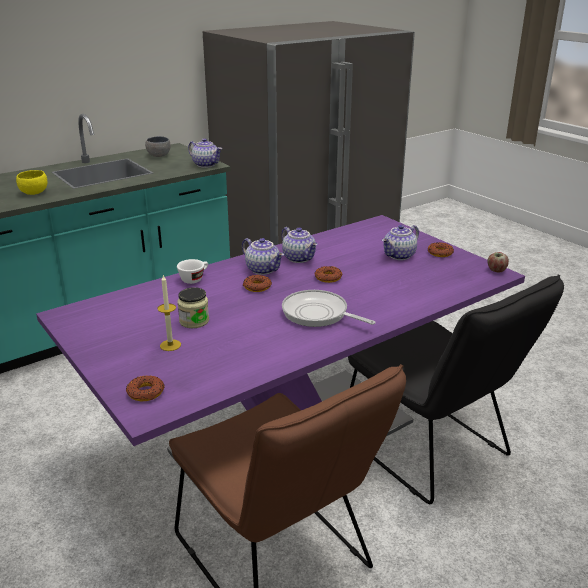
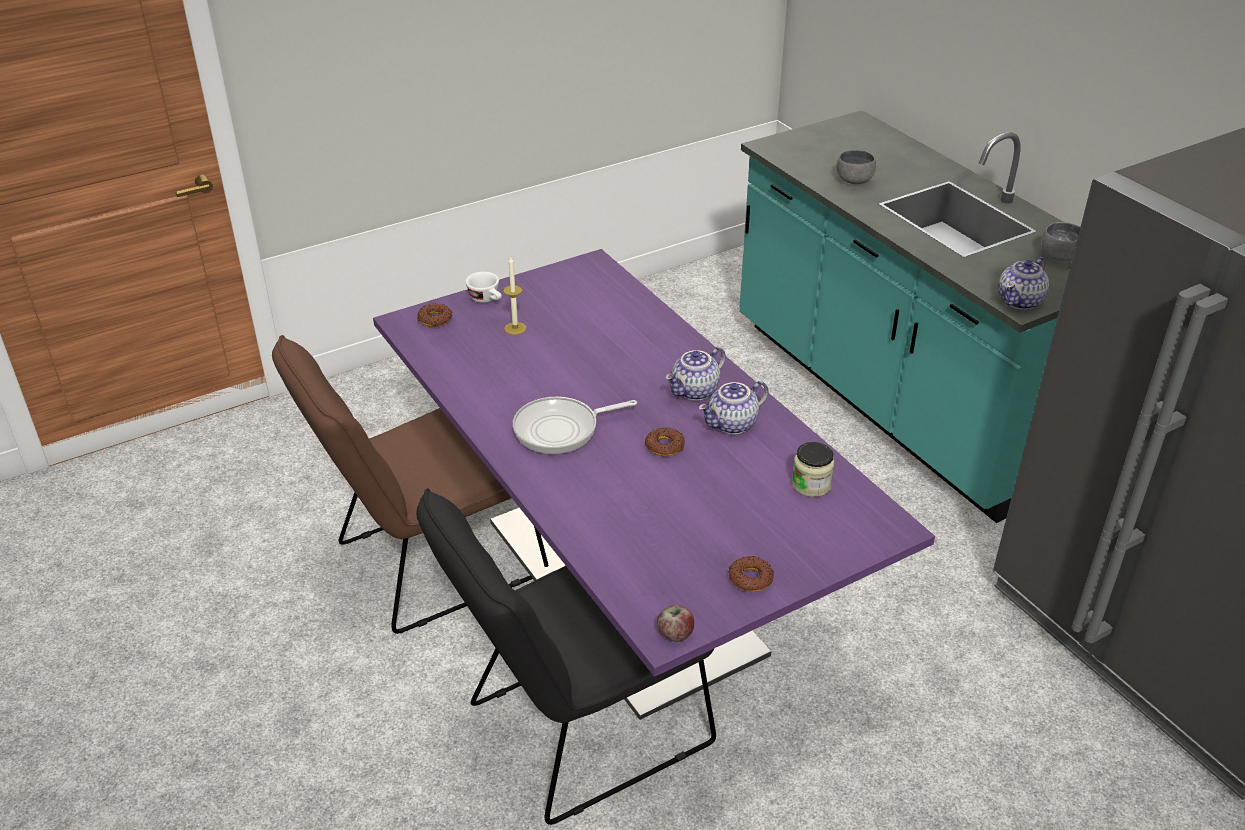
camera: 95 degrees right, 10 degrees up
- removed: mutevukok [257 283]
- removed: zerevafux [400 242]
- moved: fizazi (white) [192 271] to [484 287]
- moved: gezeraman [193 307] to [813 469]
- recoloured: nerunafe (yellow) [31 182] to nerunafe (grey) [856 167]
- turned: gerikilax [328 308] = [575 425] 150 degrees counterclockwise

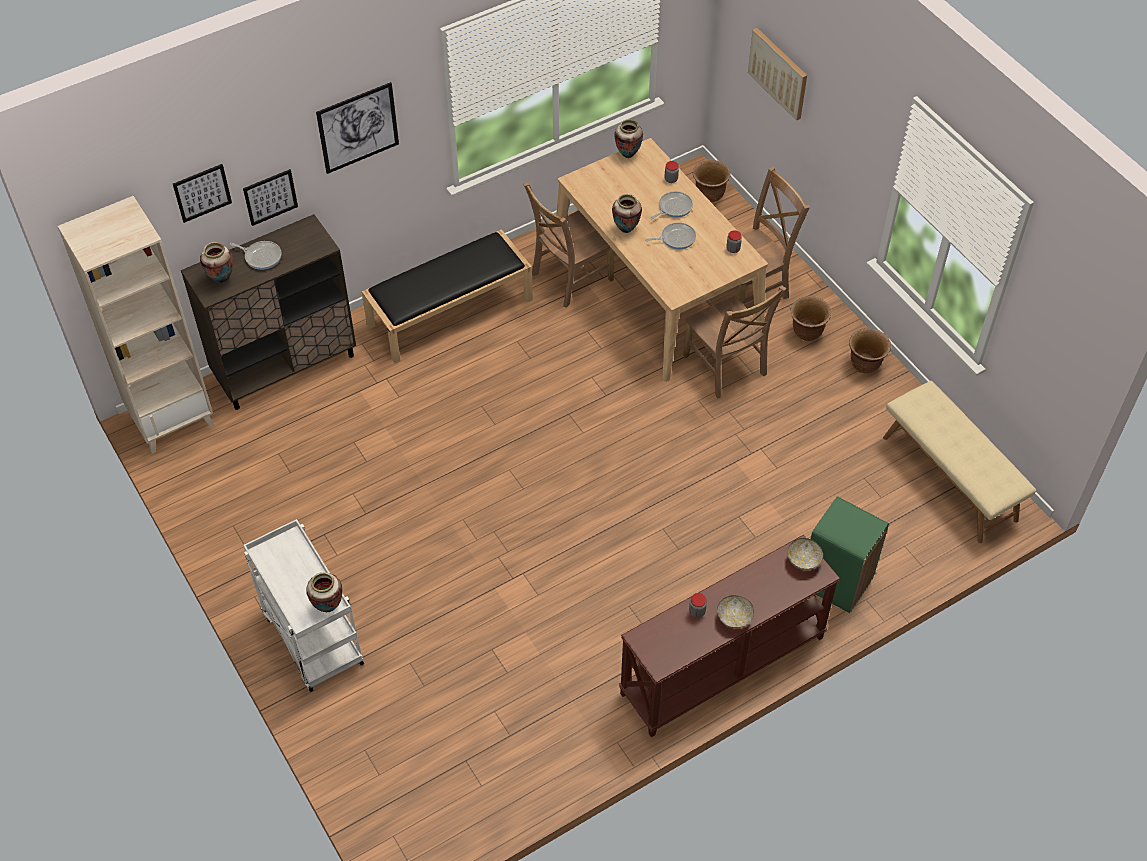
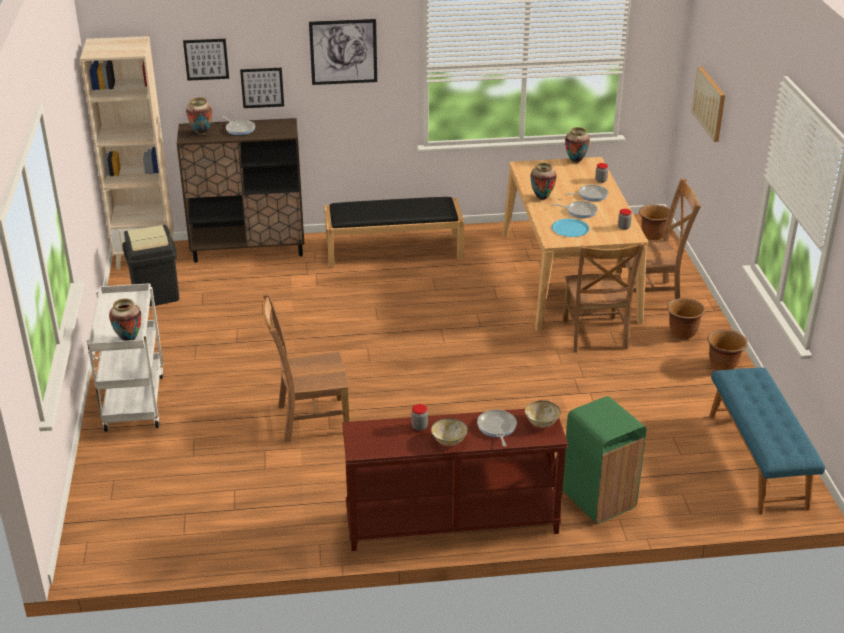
camera: 25 degrees right, 20 degrees down
- added: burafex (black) [150 266]
- added: gerikilax [497 428]
- added: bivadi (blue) [570 227]
- moved: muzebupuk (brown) [568 245] to [306 367]
- recoloured: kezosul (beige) [959 462] to kezosul (blue) [767 441]

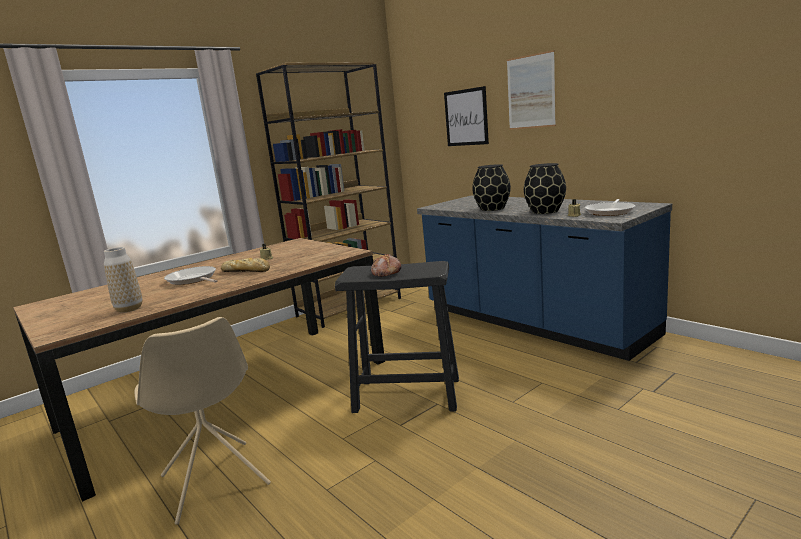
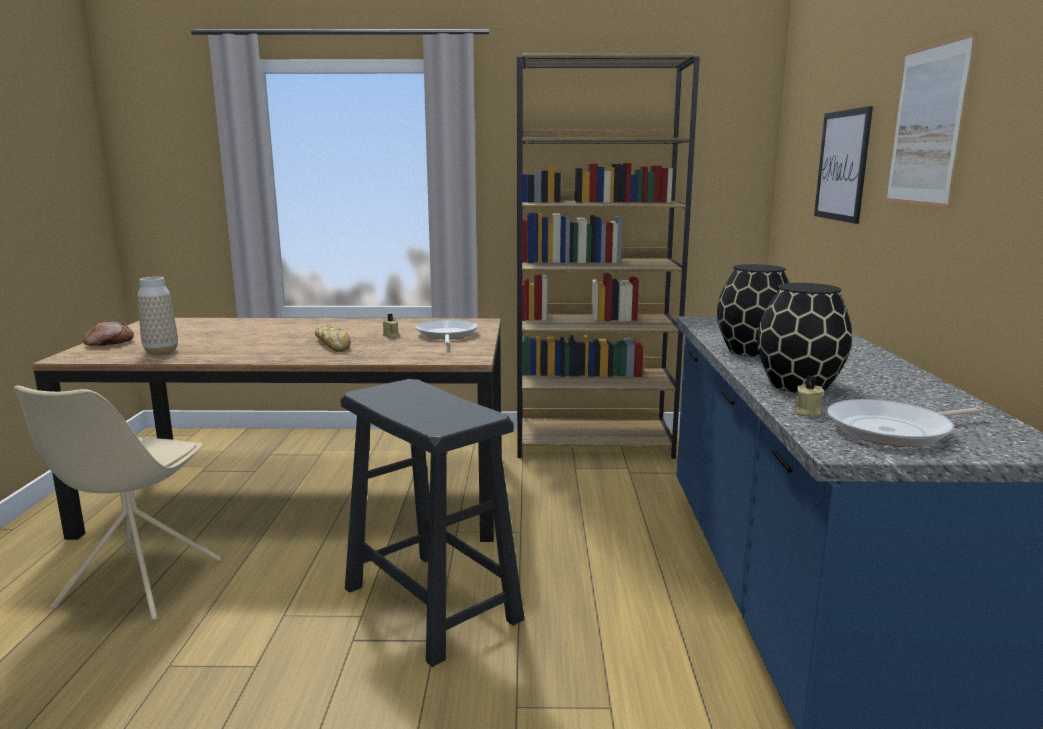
camera: 40 degrees right, 0 degrees up
- moved: gerikilax [190 275] to [447 332]
- moved: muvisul [386 265] to [108 333]

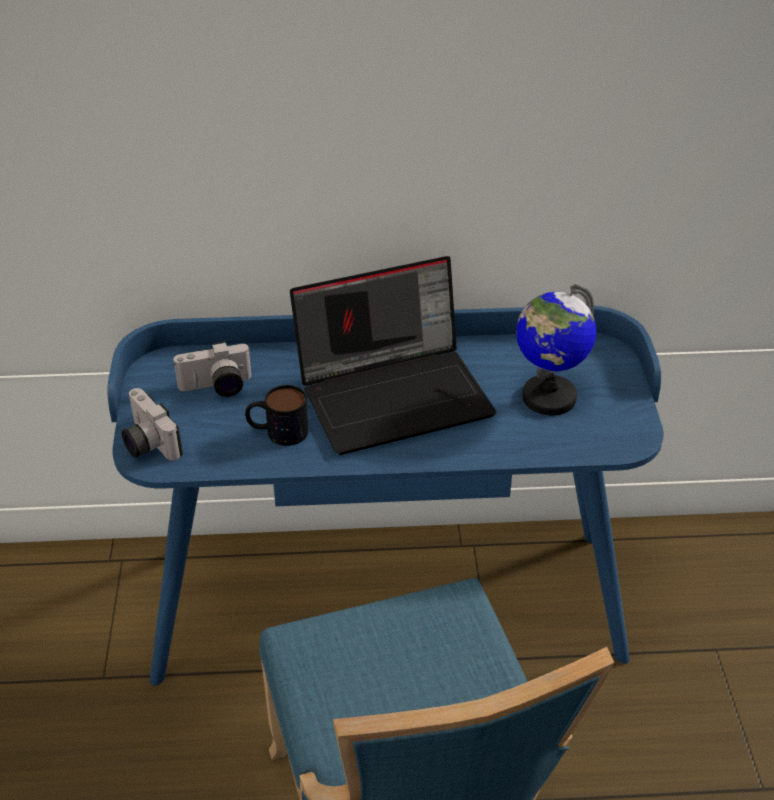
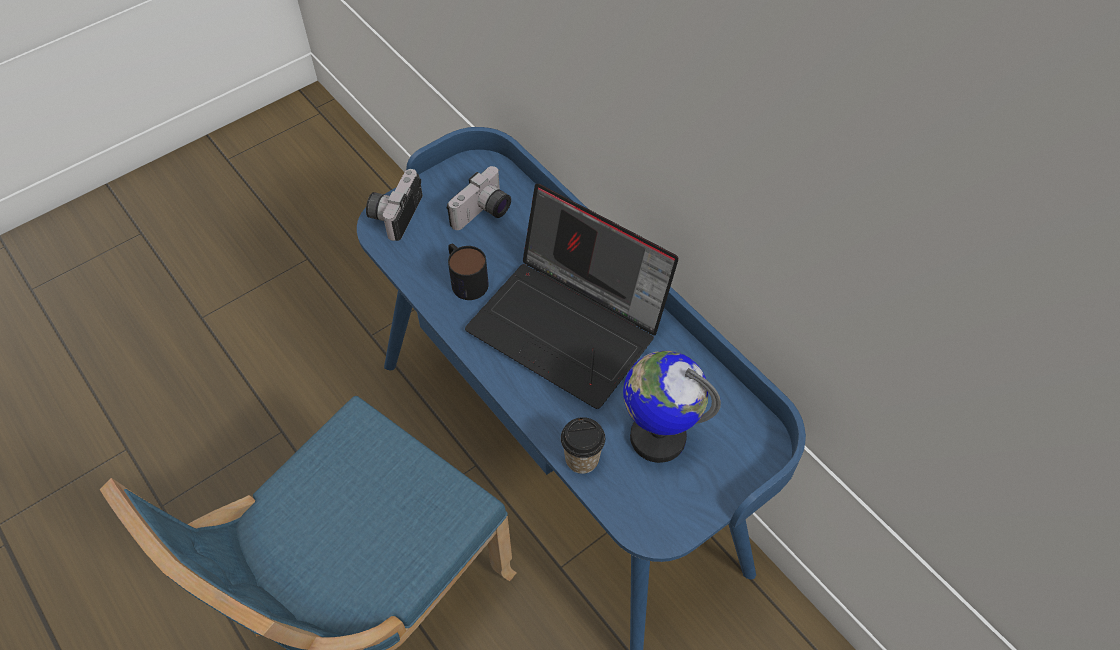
camera: 55 degrees right, 15 degrees up
- added: fizazi [583 445]
- turned: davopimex [212 369] = [479 198] 90 degrees counterclockwise

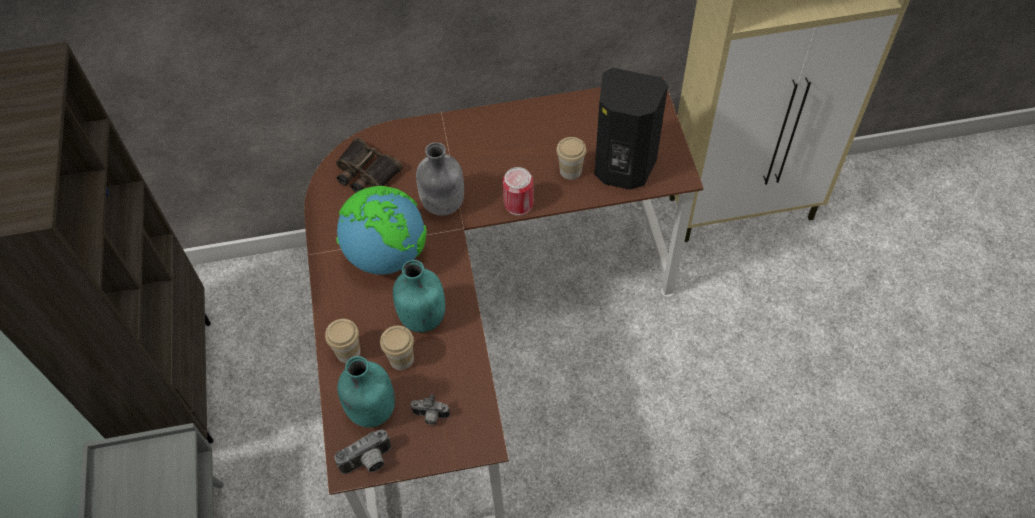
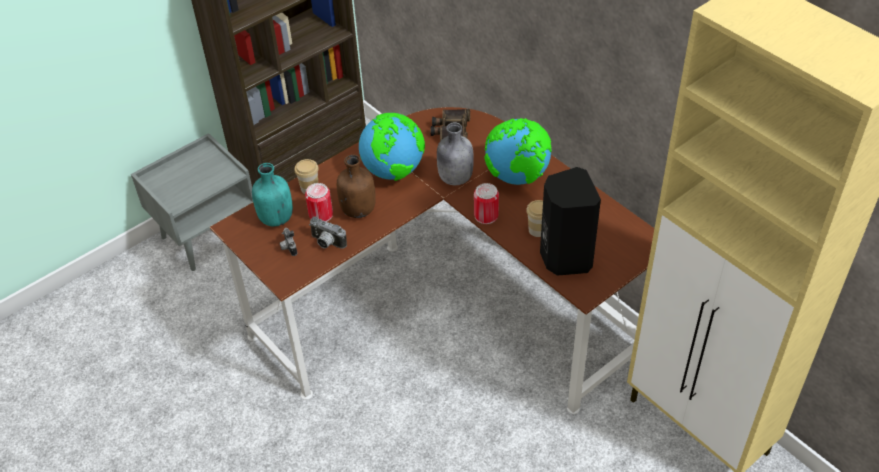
camera: 60 degrees right, 10 degrees down
- added: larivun [518 151]
- moved: davopimex [362 452] to [328 232]
- replaced: fizazi [397 348] to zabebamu [319 202]
- recoloured: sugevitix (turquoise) [419 296] to sugevitix (brown) [356 186]

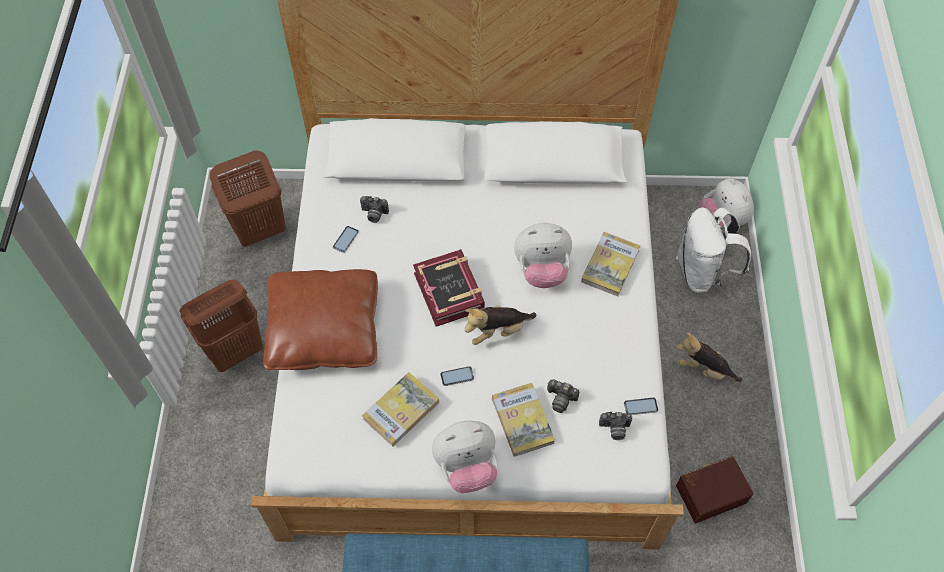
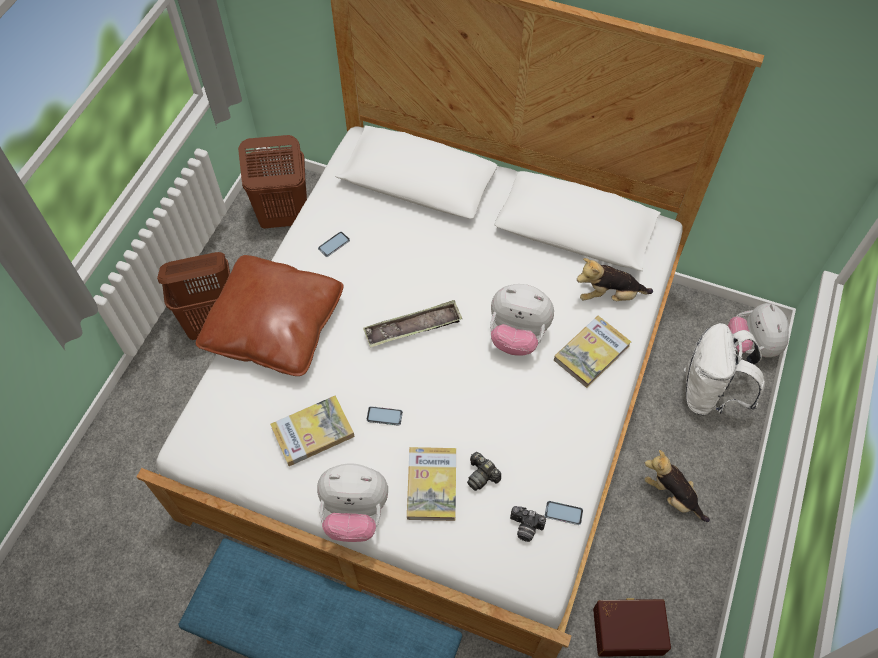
camera: 20 degrees right, 0 degrees up
- removed: davopimex [374 209]
- moved: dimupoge [500 325] to [615 279]
- replaced: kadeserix [449 288] to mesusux [412 324]

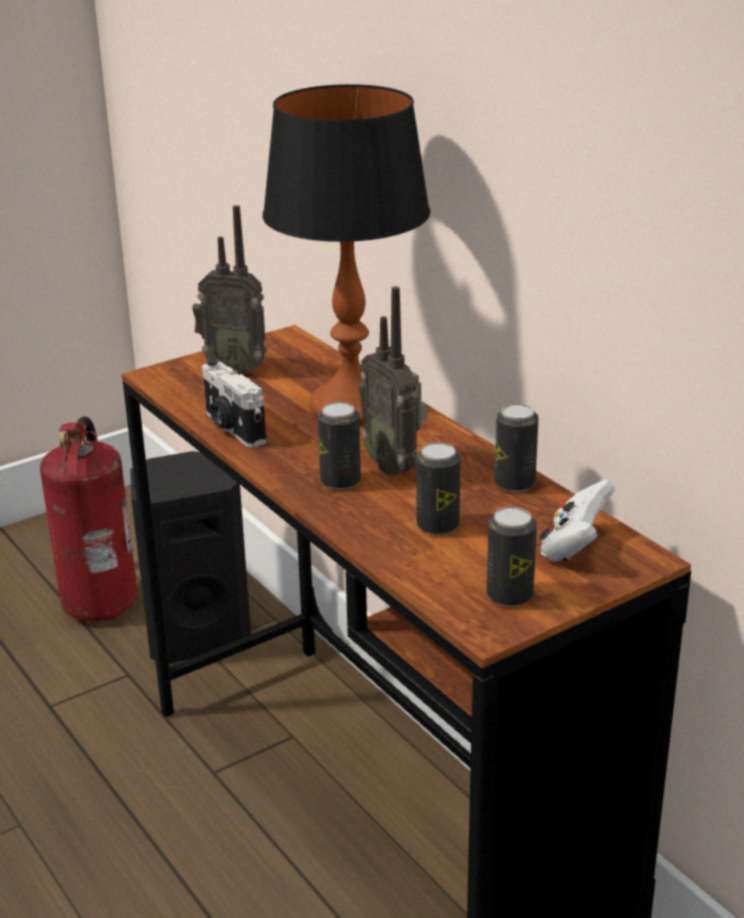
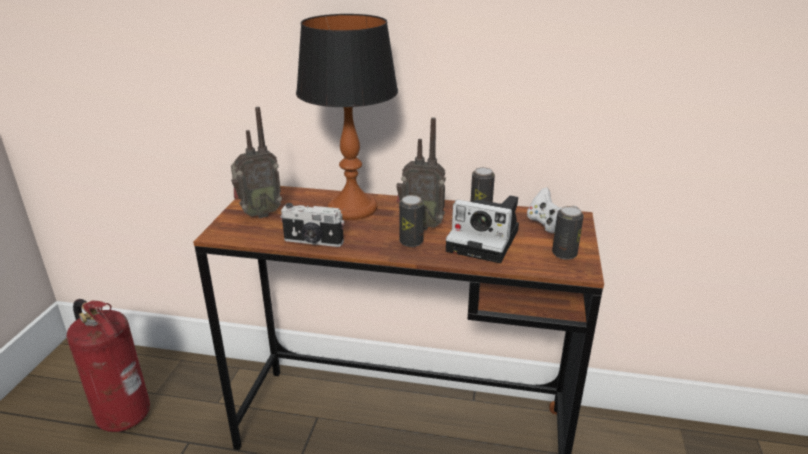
camera: 45 degrees left, 0 degrees up
- removed: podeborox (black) [190 557]
- replaced: zabebamu [438 489] to davopimex [482 229]

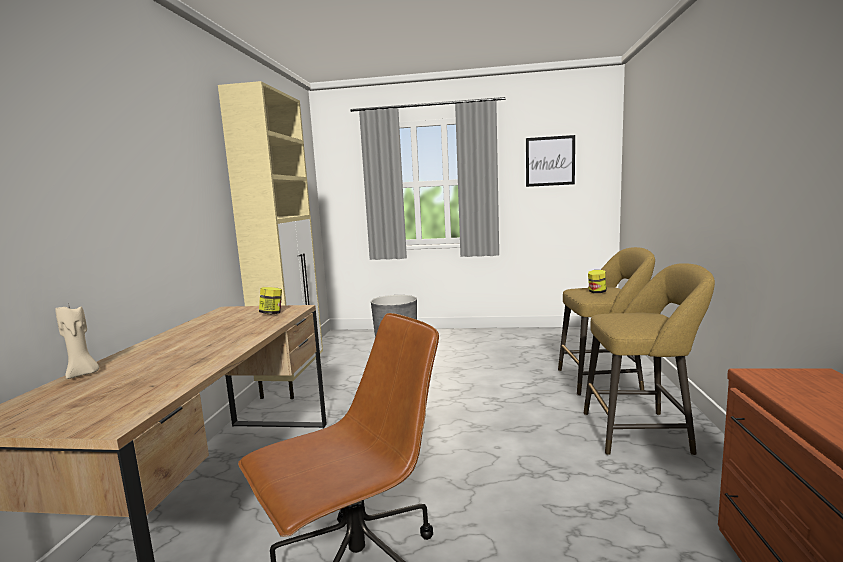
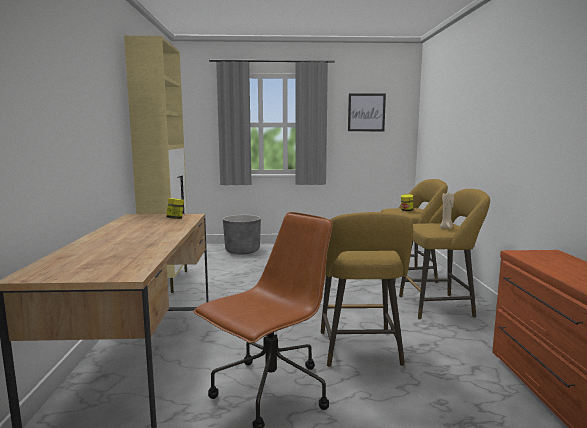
camera: 10 degrees left, 0 degrees up
- added: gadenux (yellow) [367 289]
- moved: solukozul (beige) [77 341] to [447 211]

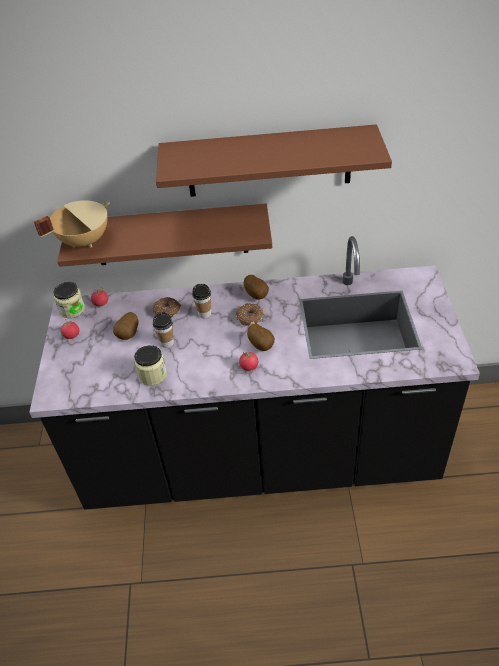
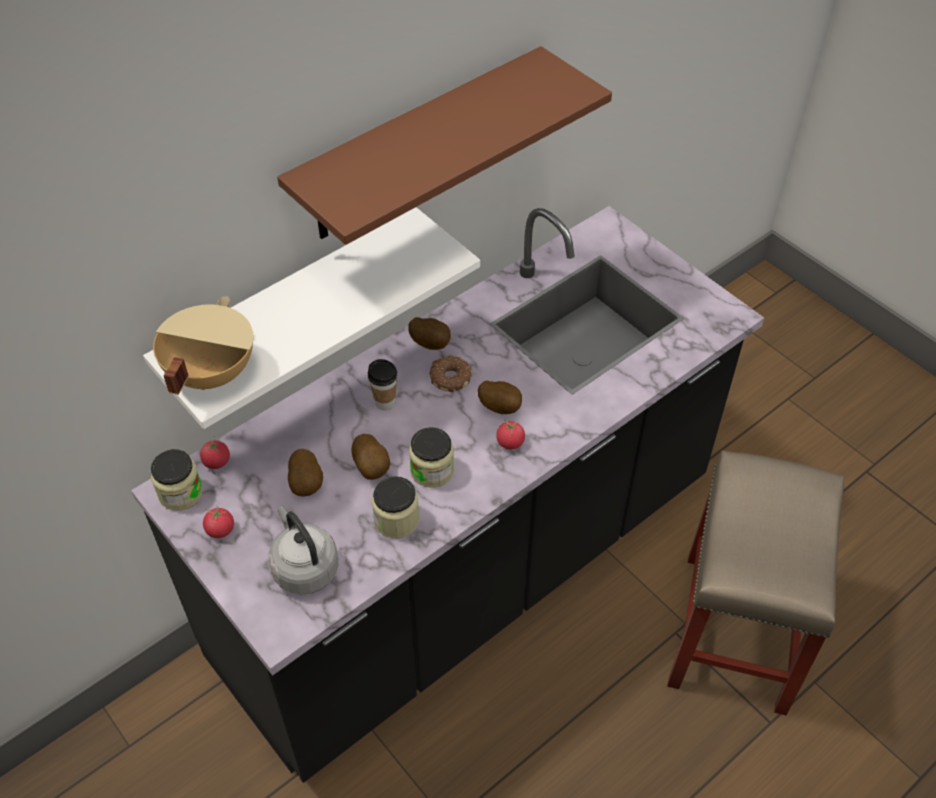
camera: 40 degrees left, 5 degrees up
- removed: mutevukok [167 307]
- added: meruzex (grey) [304 550]
- added: gezeraman [431 457]
- added: gadenux (beige) [755 583]
- replaced: fizazi [163 330] to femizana [370 457]
- recoloured: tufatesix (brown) [164 235] to tufatesix (white) [311 318]

